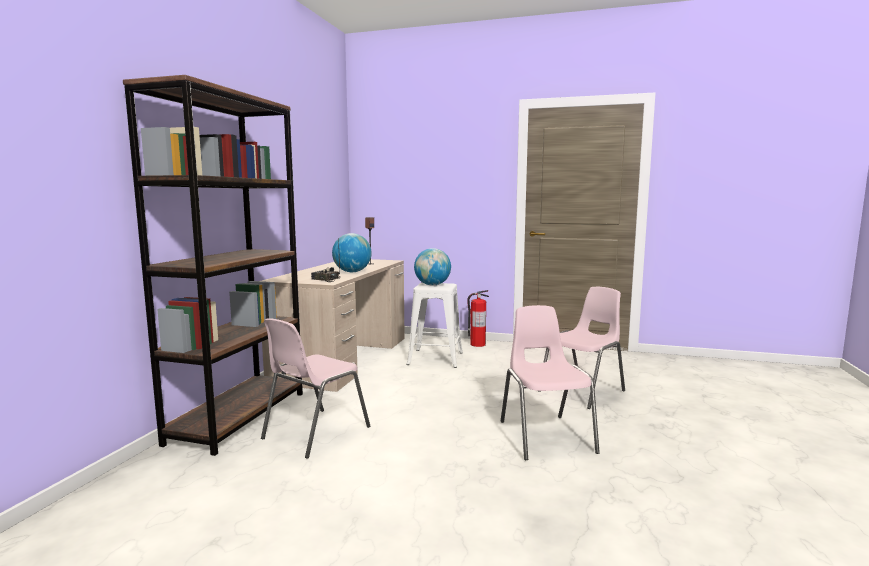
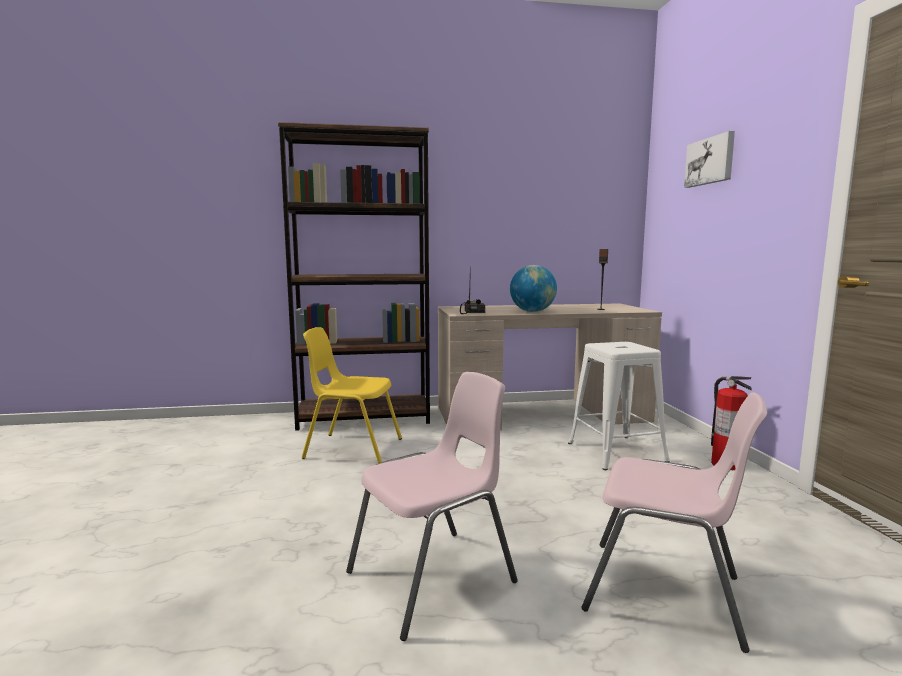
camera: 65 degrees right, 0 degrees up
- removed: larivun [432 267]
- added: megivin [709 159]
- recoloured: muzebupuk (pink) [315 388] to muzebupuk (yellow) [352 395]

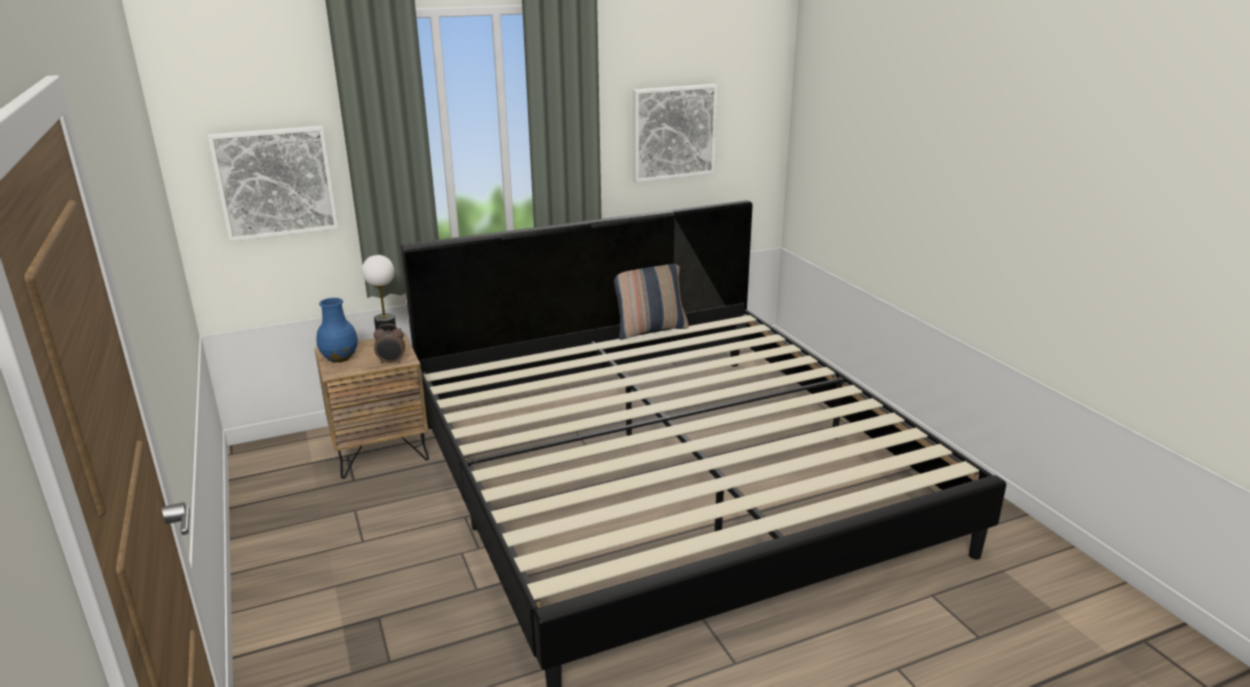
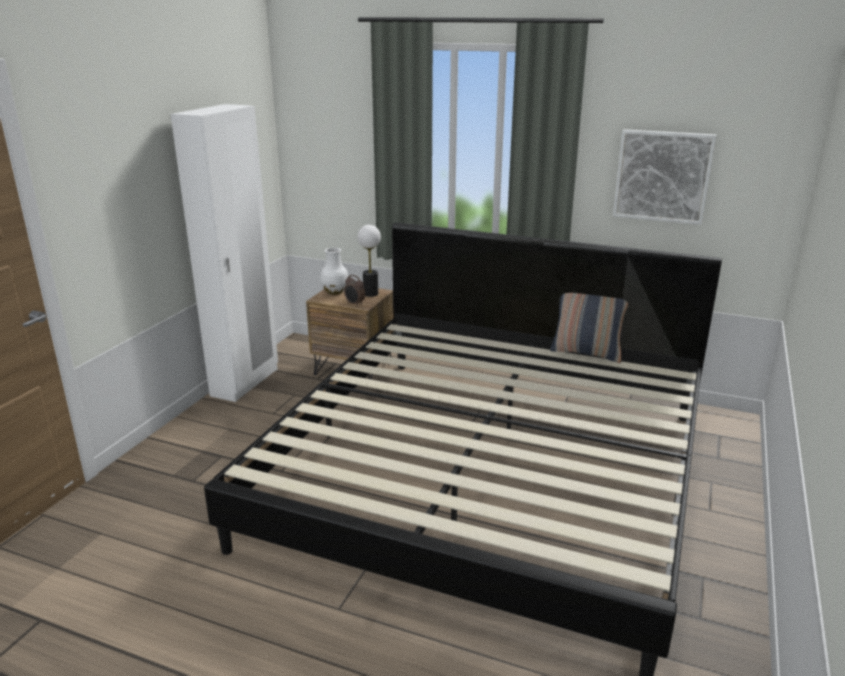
camera: 45 degrees right, 0 degrees up
- removed: megivin [273 184]
- added: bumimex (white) [224 253]
- recoloured: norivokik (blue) [337 330] to norivokik (white) [334 271]

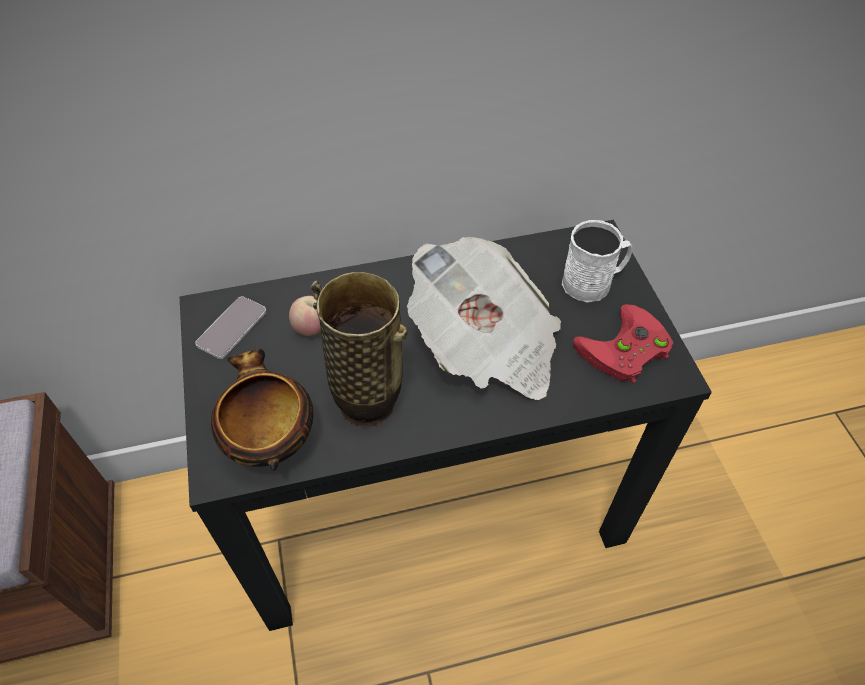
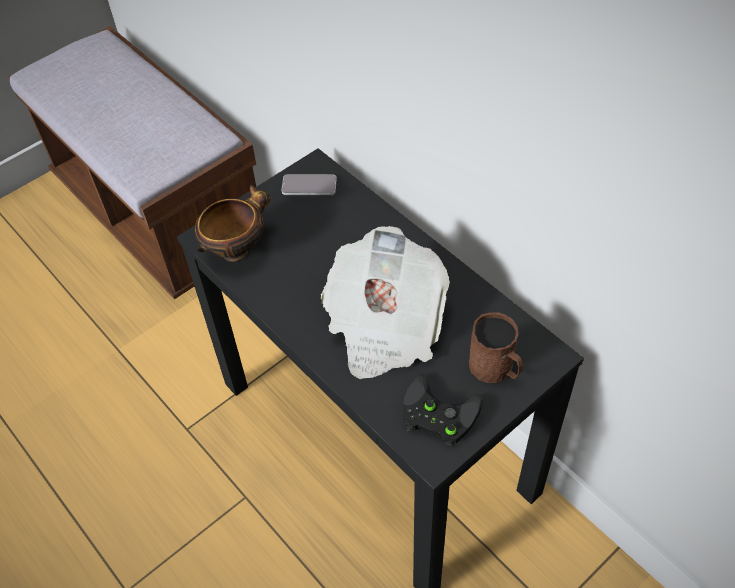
camera: 65 degrees right, 0 degrees up
- removed: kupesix [305 316]
- removed: norivokik [359 349]
- recoloured: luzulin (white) [597 261] to luzulin (brown) [496 347]
- recoloured: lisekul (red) [623 344] to lisekul (black) [442 410]

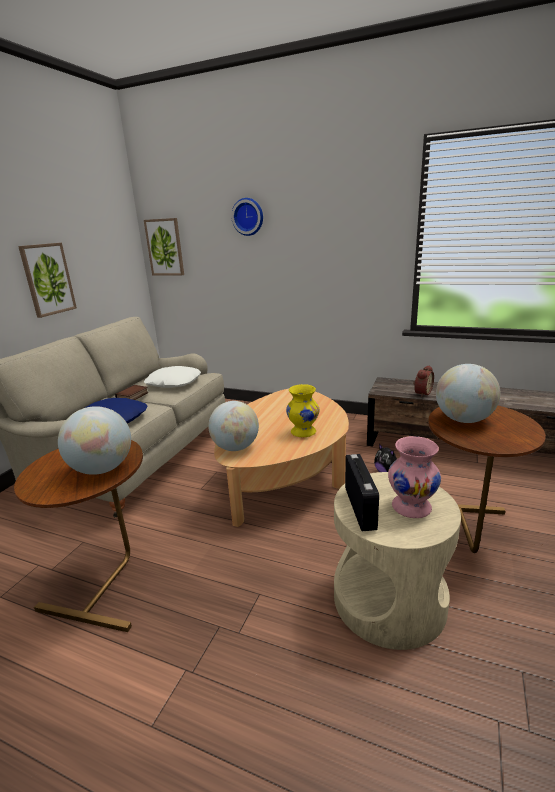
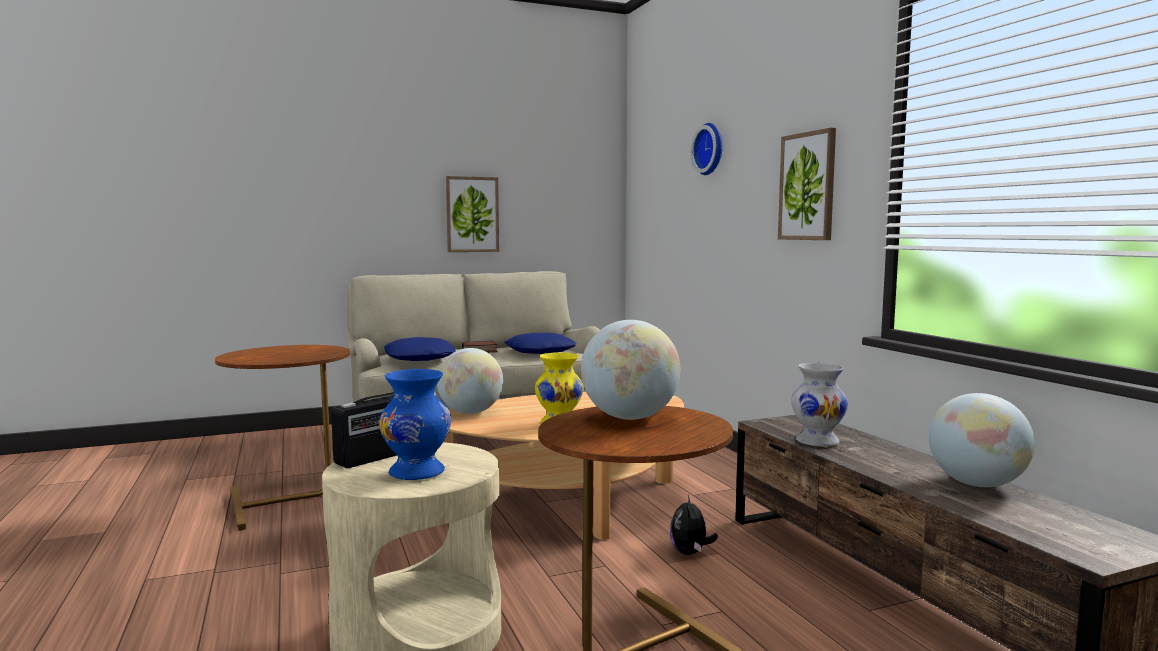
camera: 45 degrees right, 15 degrees down
- moved: larivun [94 440] to [982 440]
- moved: megivin [164 246] to [807 184]
- replaced: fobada [423 381] to norivokik (white) [819 405]
- recoloured: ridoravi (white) [172 377] to ridoravi (blue) [540 343]
- recoloured: norivokik (pink) [414 477] to norivokik (blue) [415 424]

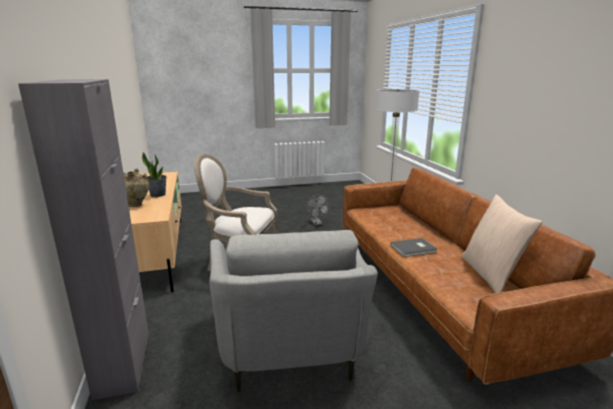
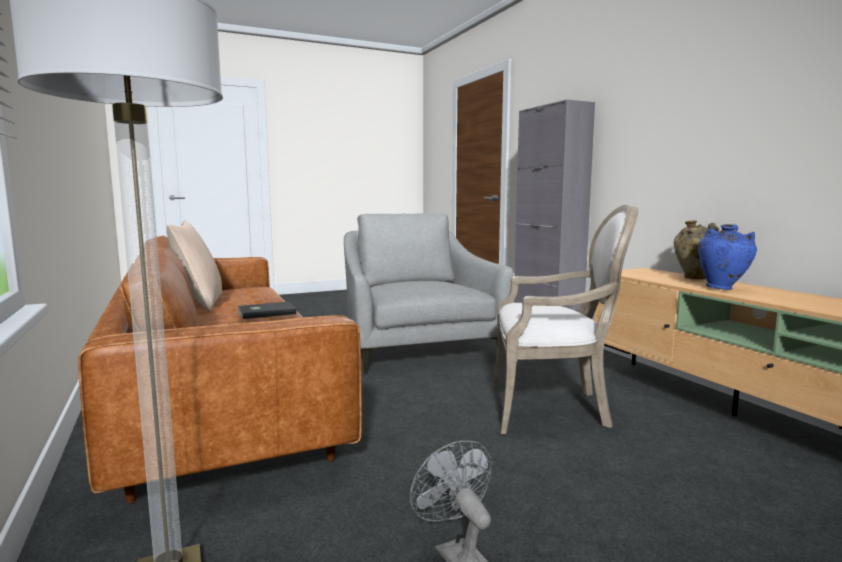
camera: 170 degrees right, 10 degrees down
- replaced: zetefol [154 174] to norivokik (blue) [727 257]

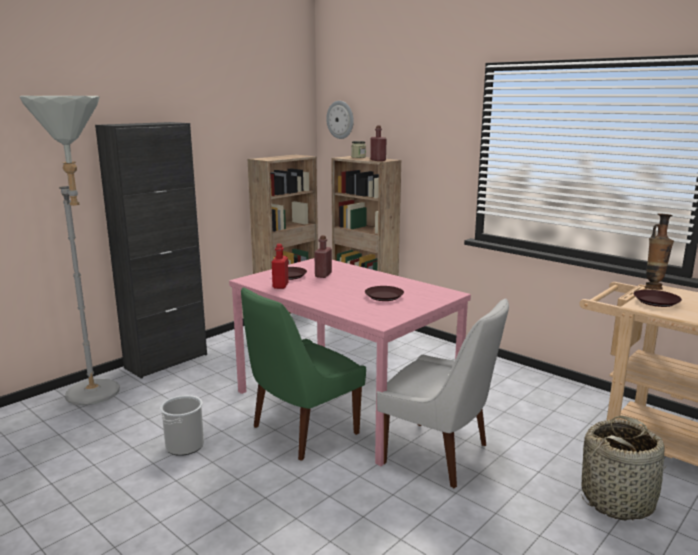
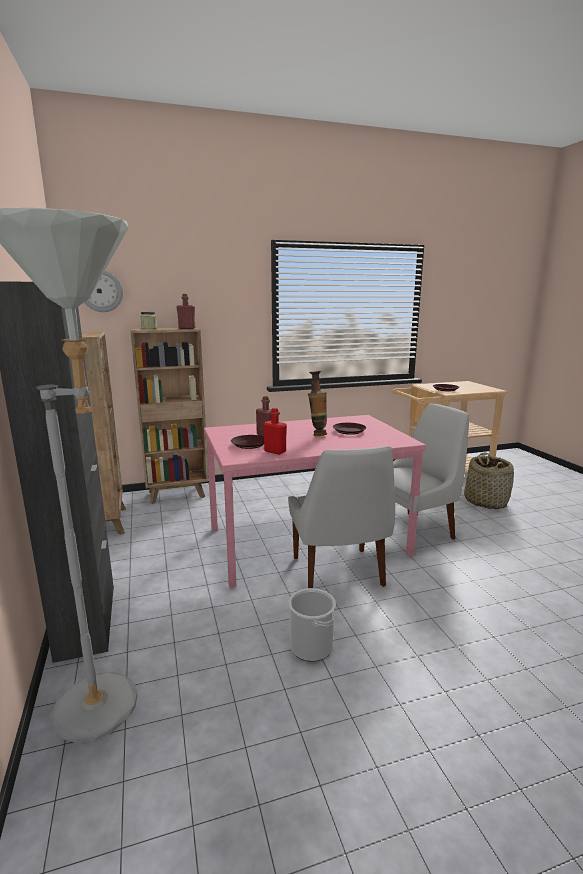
camera: 60 degrees left, 0 degrees up
- moved: norivokik [659 251] to [317 403]
- recoloured: muzebupuk (green) [303 374] to muzebupuk (white) [341 517]

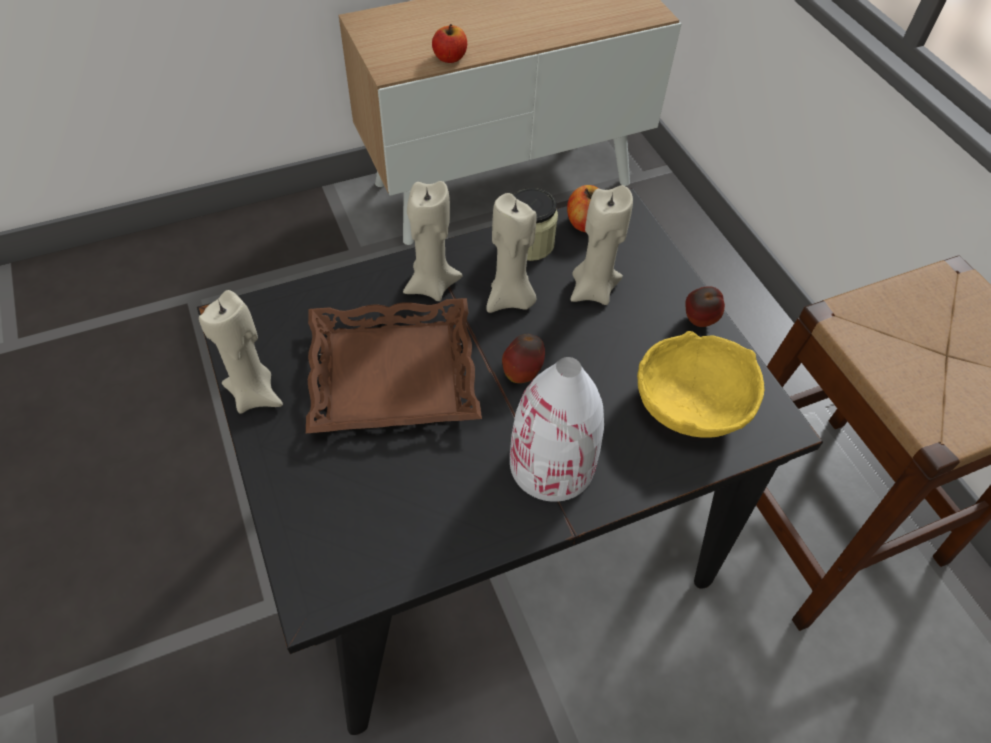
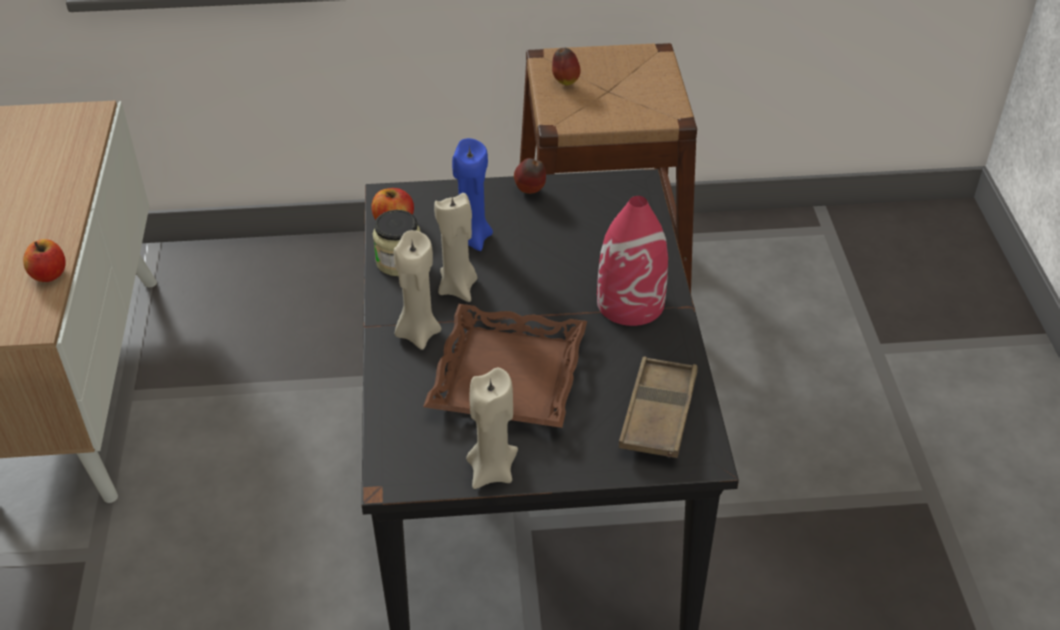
camera: 70 degrees left, 10 degrees down
- removed: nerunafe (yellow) [700 384]
- added: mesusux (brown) [658 407]
- moved: kupesix [523 358] to [566 67]
- recoloured: norivokik (white) [557 429] to norivokik (red) [632 261]
- recoloured: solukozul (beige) [601 245] to solukozul (blue) [472 194]

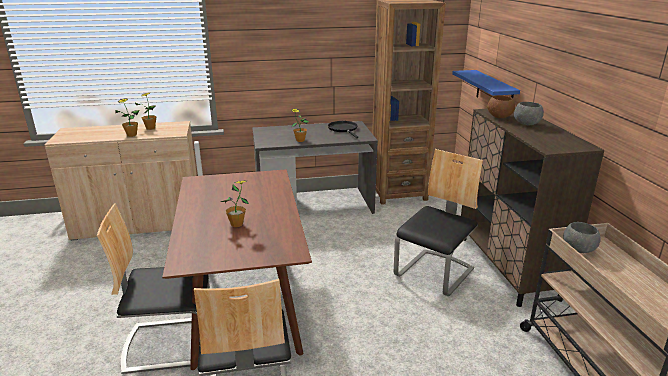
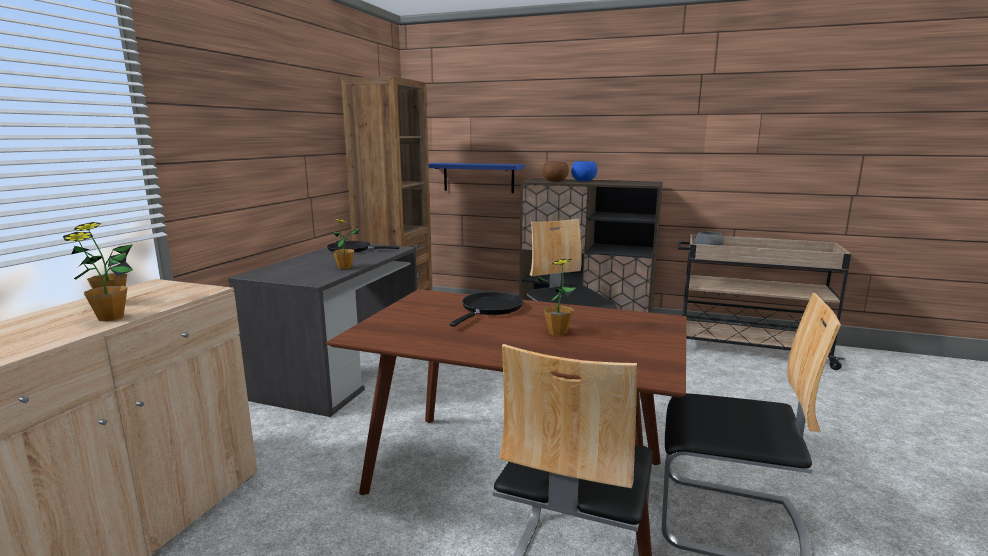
camera: 60 degrees left, 10 degrees down
- added: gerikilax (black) [486 309]
- recoloured: nerunafe (grey) [529 114] to nerunafe (blue) [584 171]

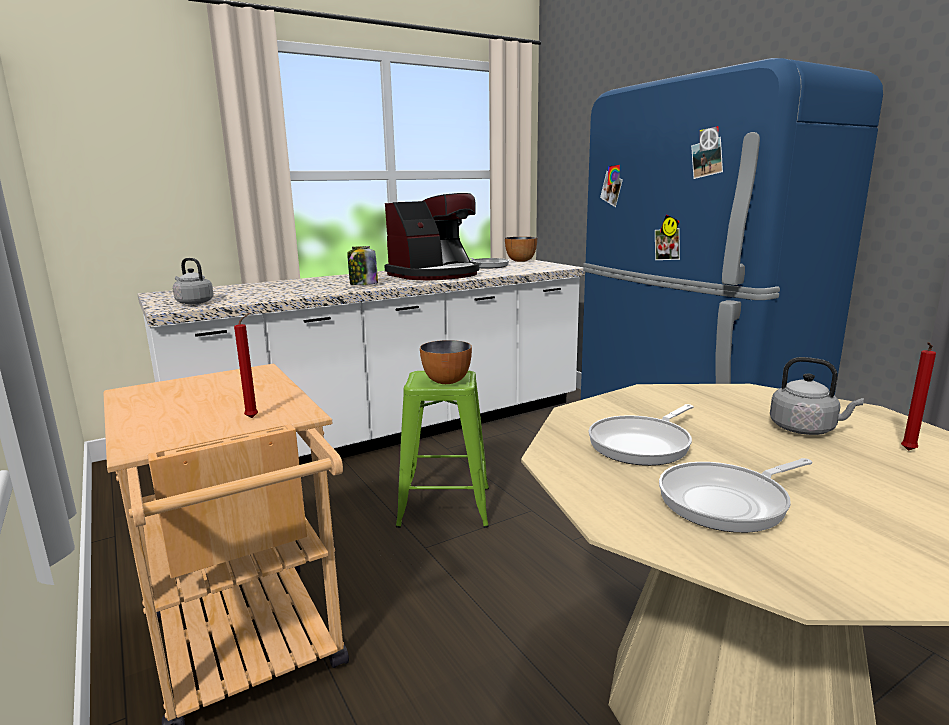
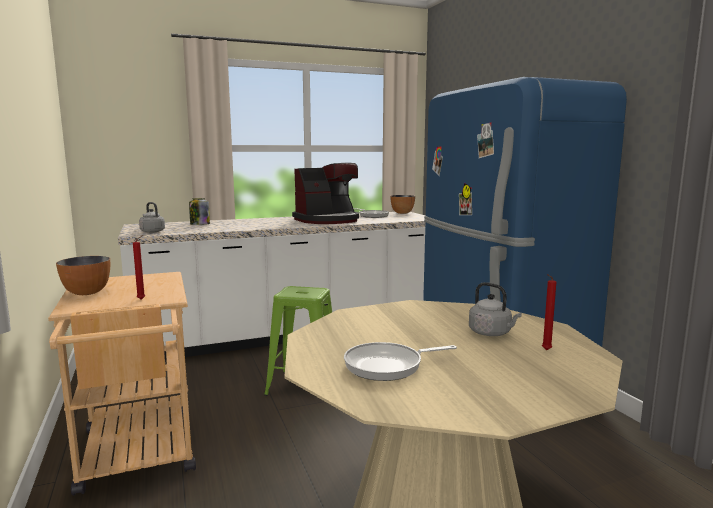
camera: 10 degrees right, 5 degrees down
- removed: gerikilax [641 435]
- moved: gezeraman [362 265] to [199 211]
- moved: nerunafe [446 362] to [83 275]

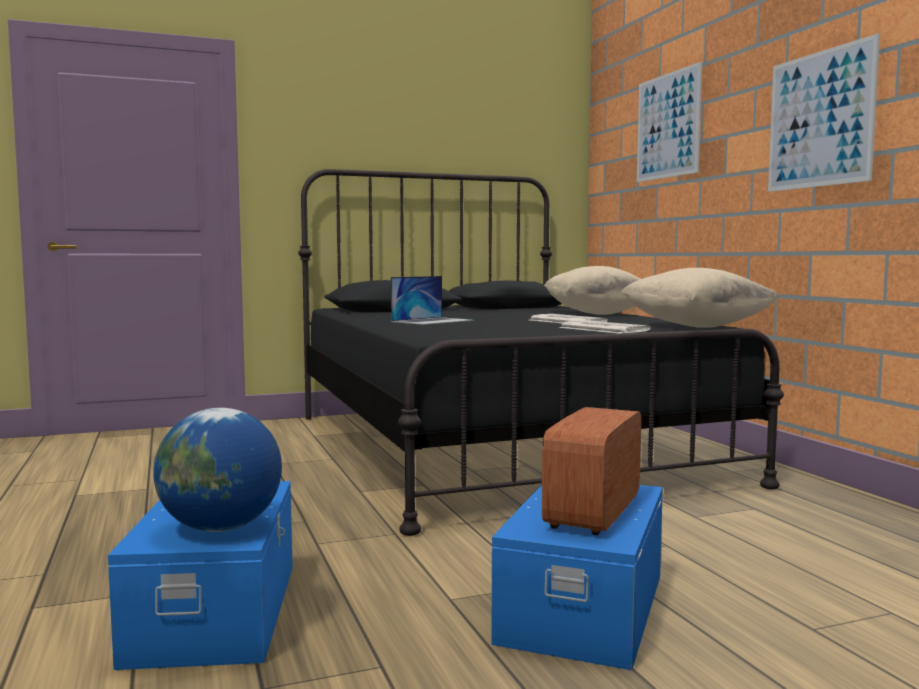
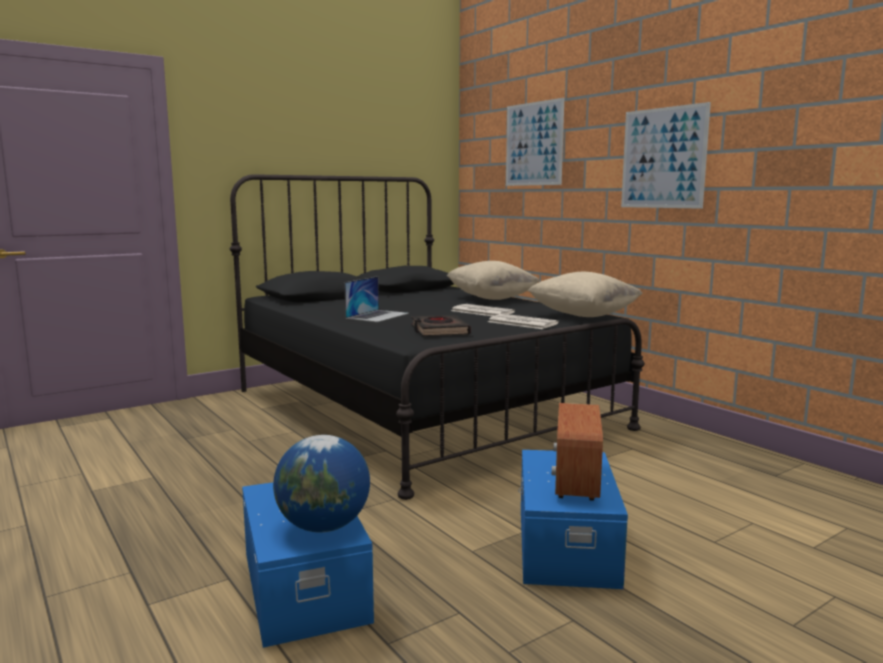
camera: 15 degrees left, 5 degrees up
- added: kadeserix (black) [441 325]

